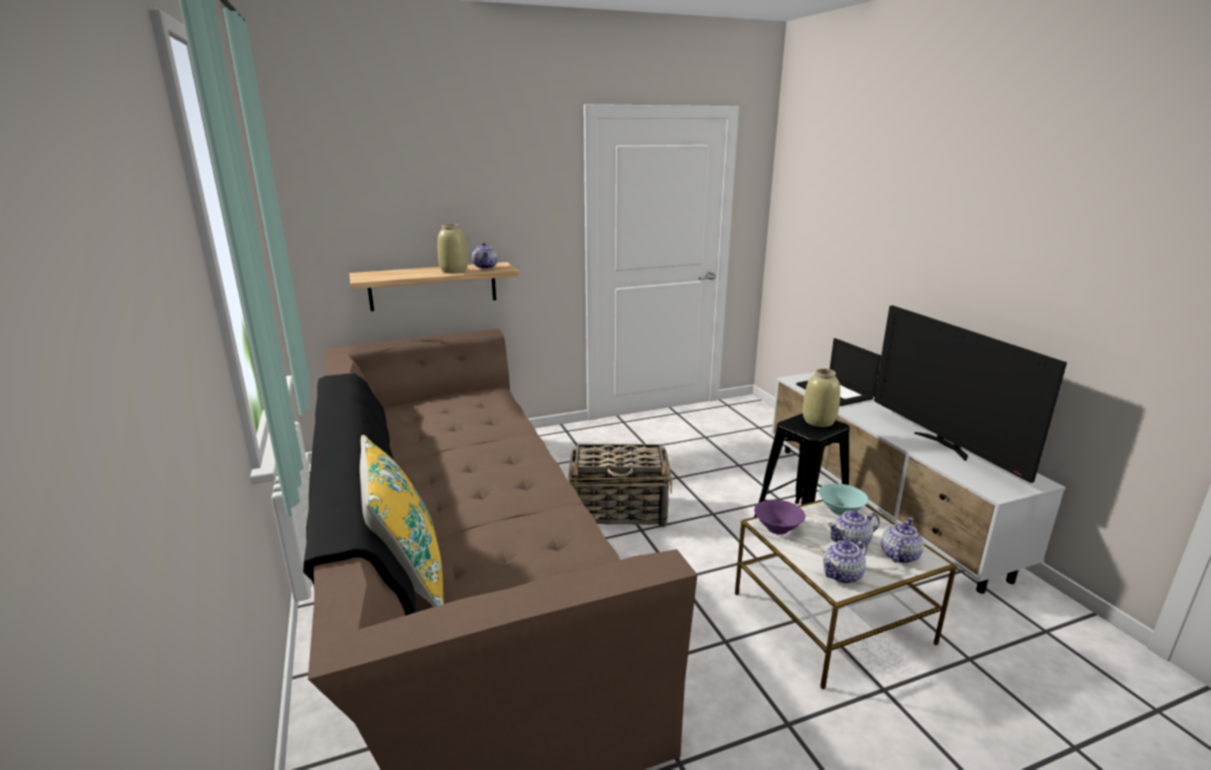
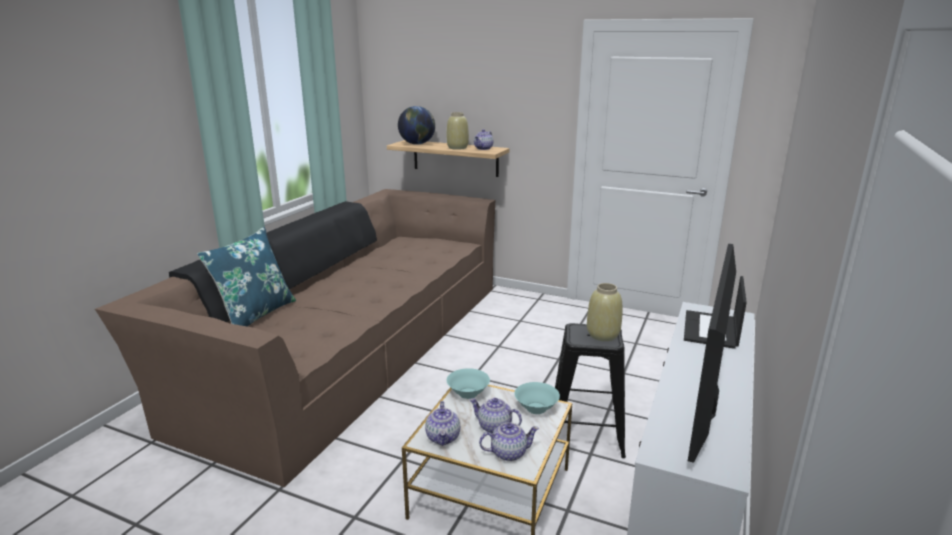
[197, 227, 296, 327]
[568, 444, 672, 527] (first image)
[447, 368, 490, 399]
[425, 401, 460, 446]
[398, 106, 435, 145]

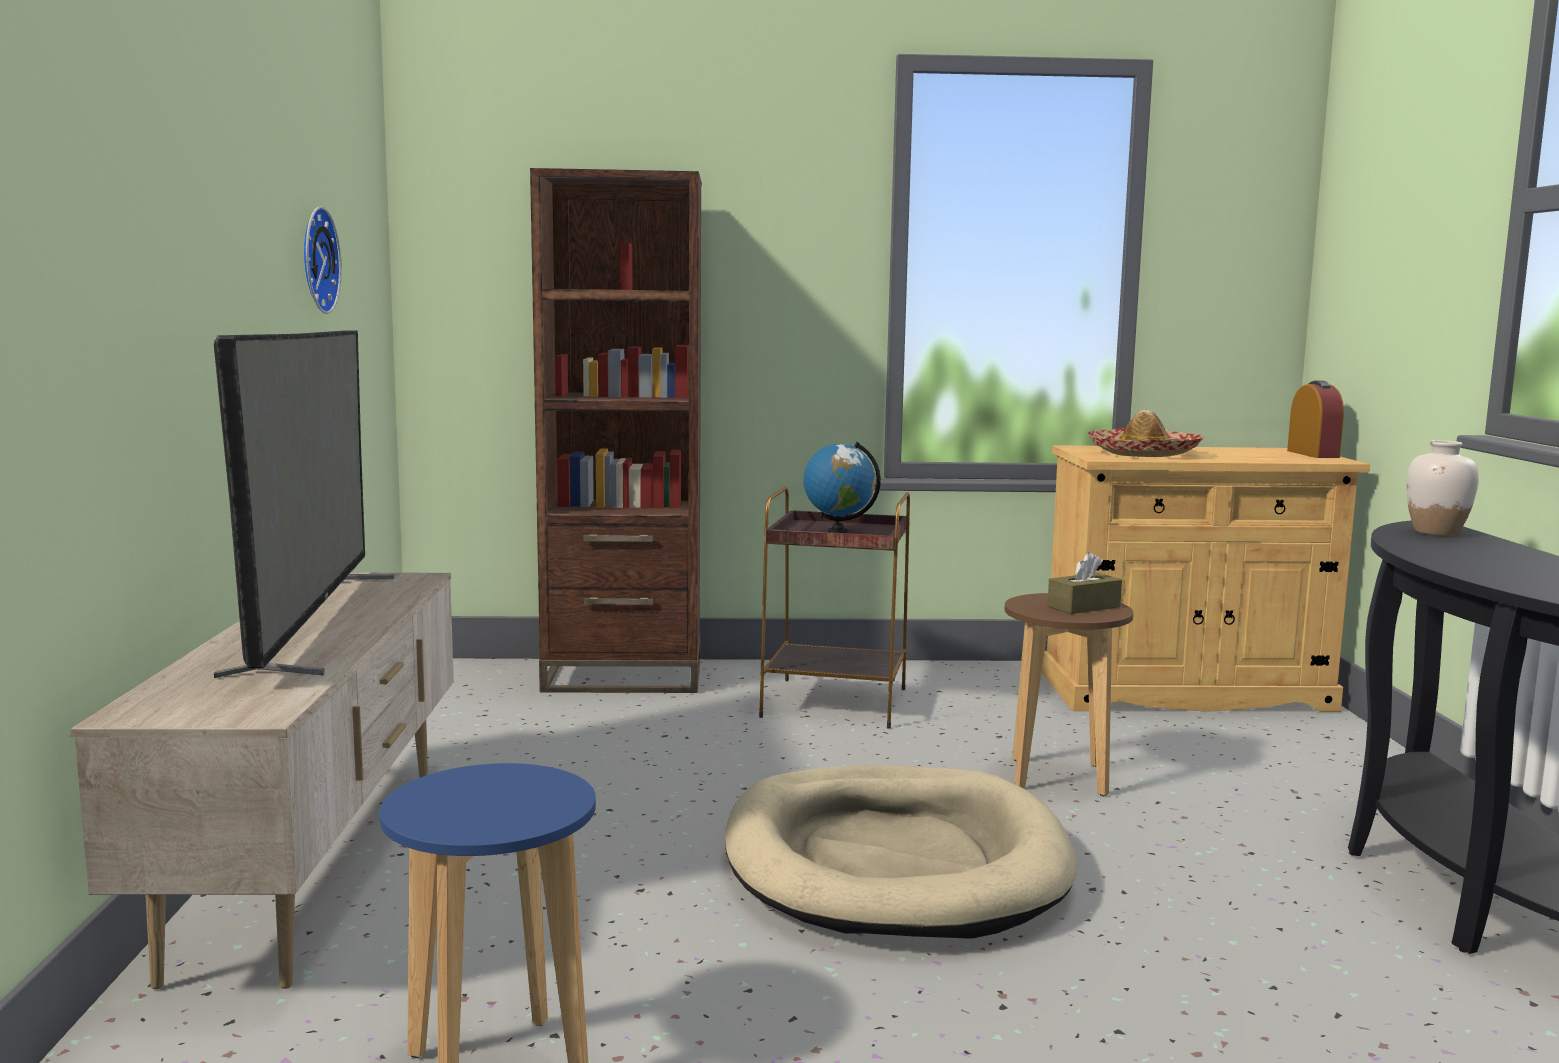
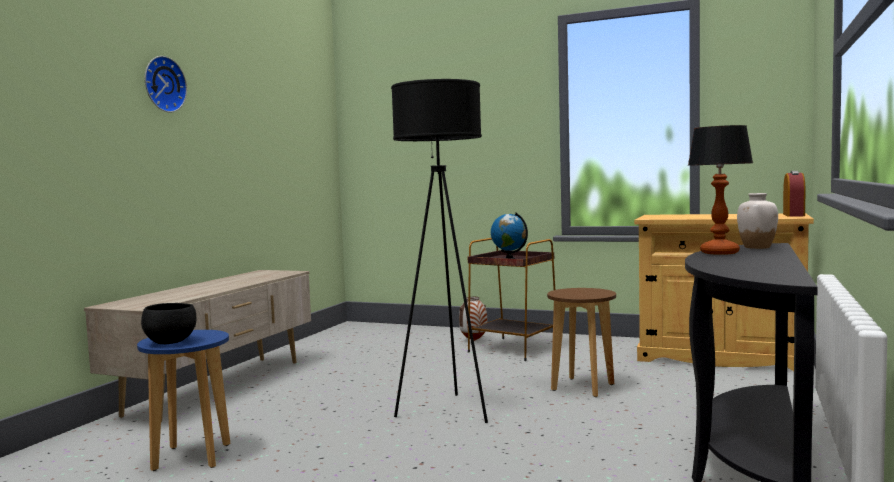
[530, 168, 702, 693] (first image)
[145, 56, 187, 112]
[214, 330, 394, 678] (first image)
[1087, 410, 1205, 457] (first image)
[1047, 552, 1122, 614] (first image)
[391, 79, 488, 423]
[688, 125, 753, 255]
[459, 297, 487, 341]
[141, 303, 196, 344]

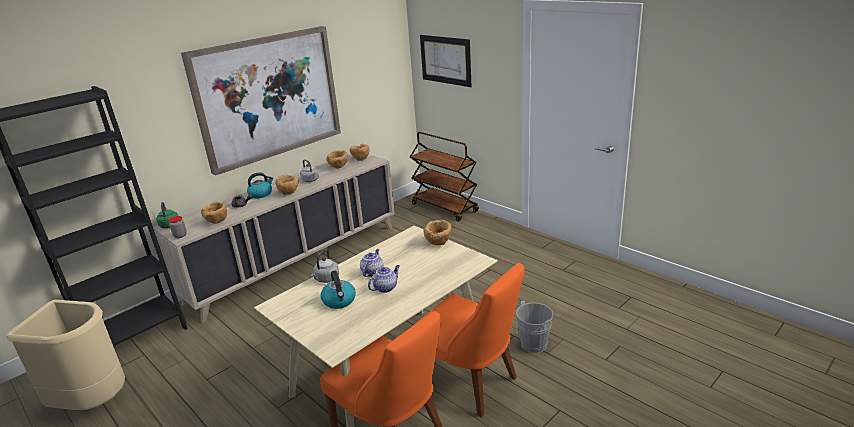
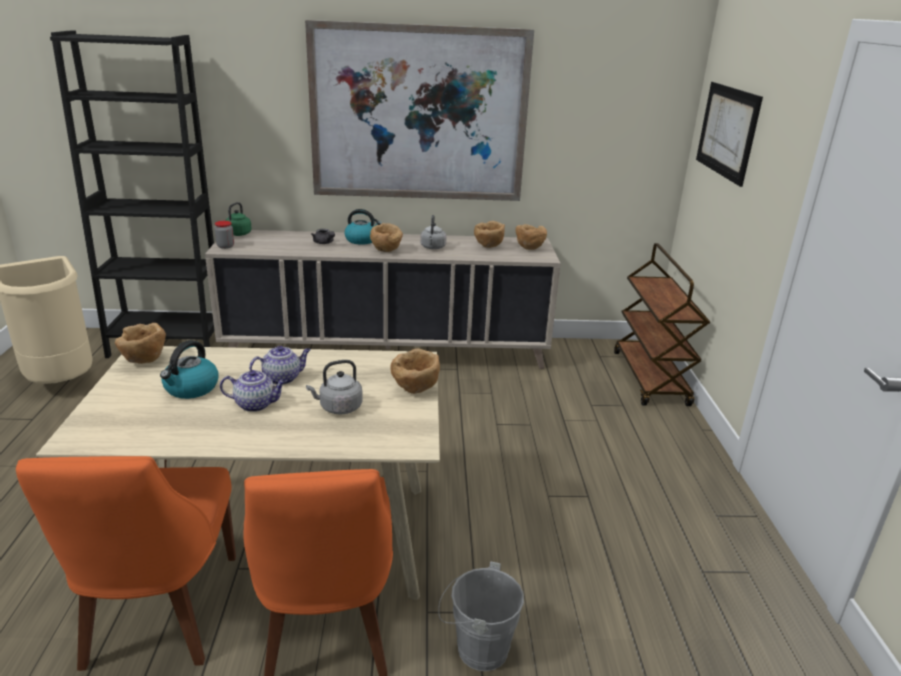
[115, 323, 166, 364]
[306, 360, 363, 415]

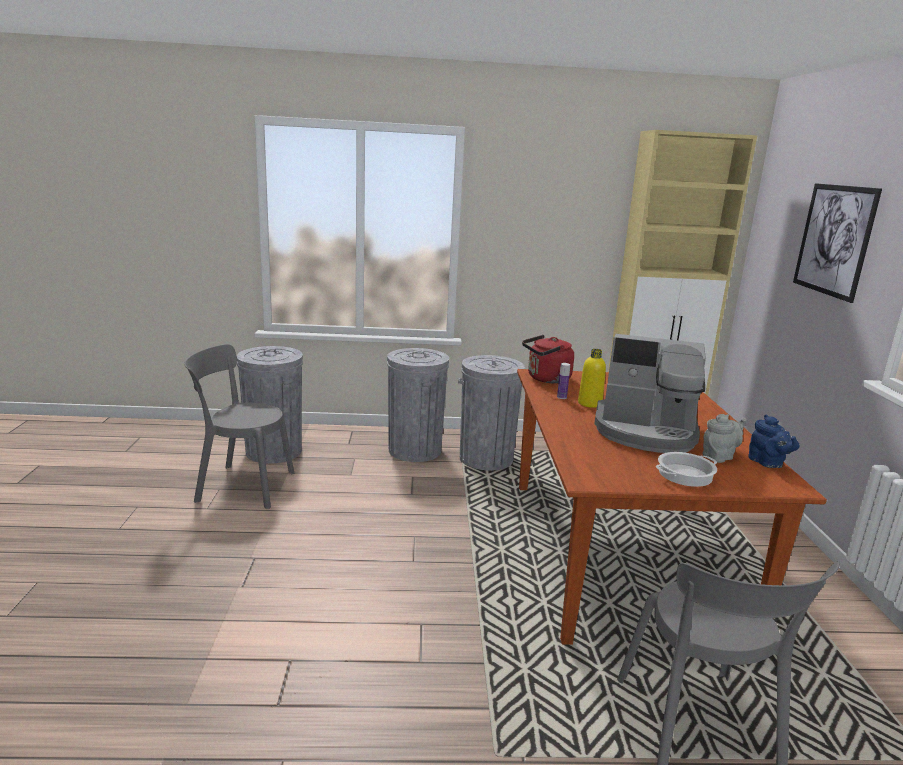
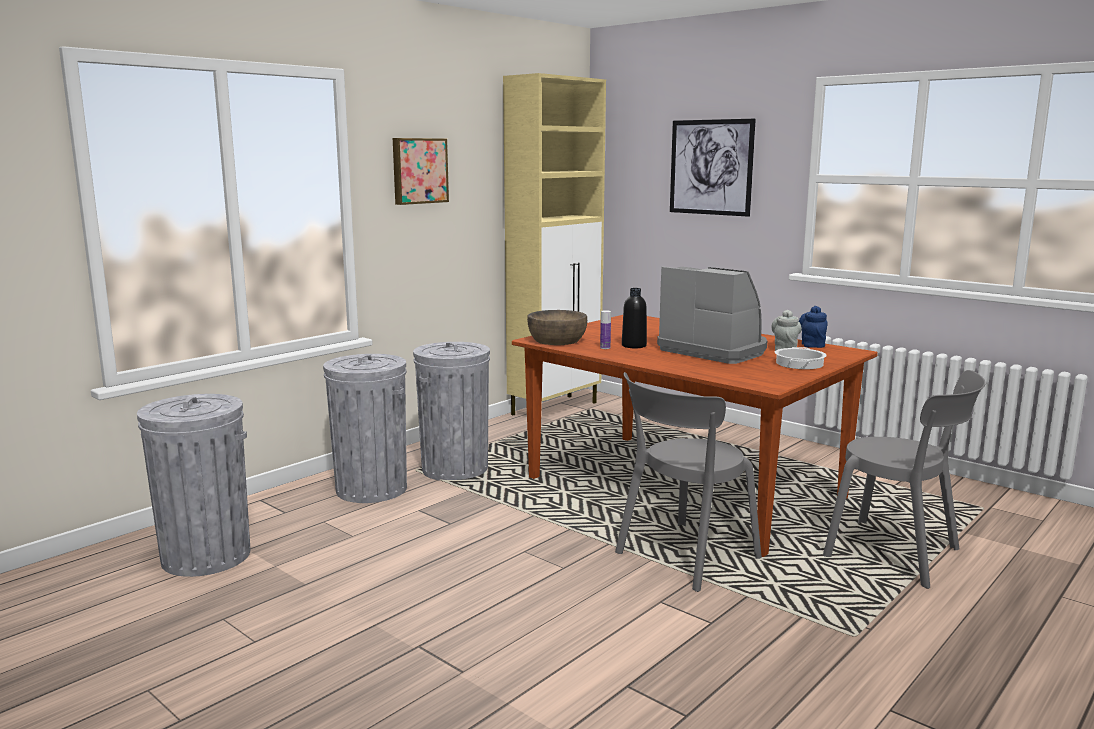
[657, 266, 768, 364]
[527, 310, 587, 345]
[615, 372, 762, 592]
[622, 288, 647, 348]
[799, 306, 828, 348]
[393, 138, 449, 205]

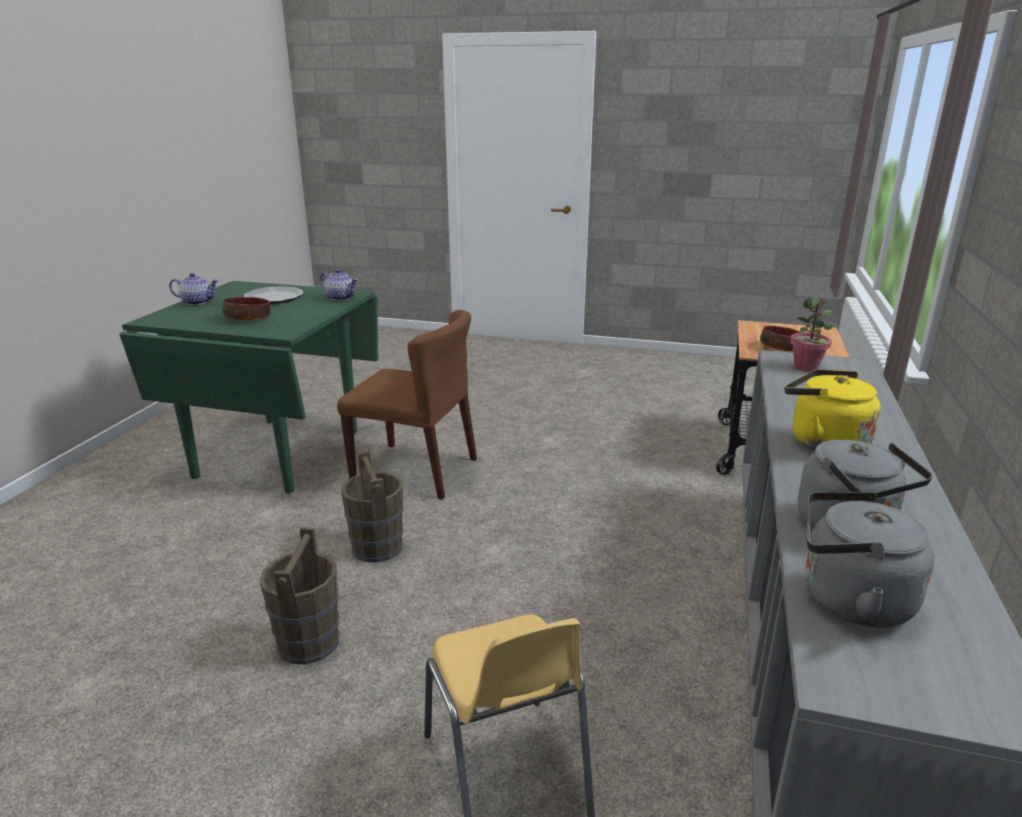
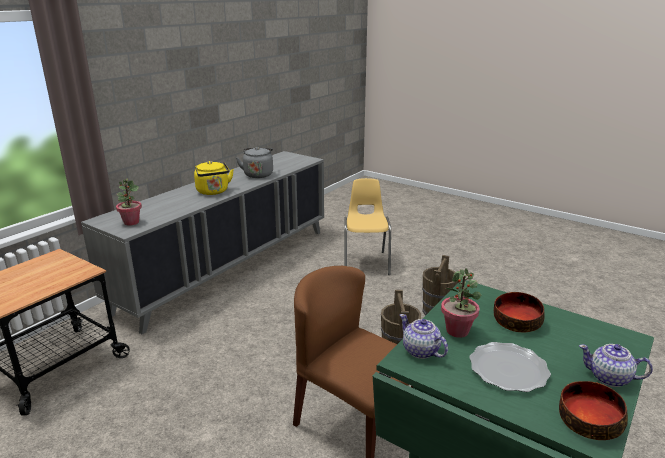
[559, 381, 628, 440]
[805, 492, 934, 628] (first image)
[441, 268, 481, 338]

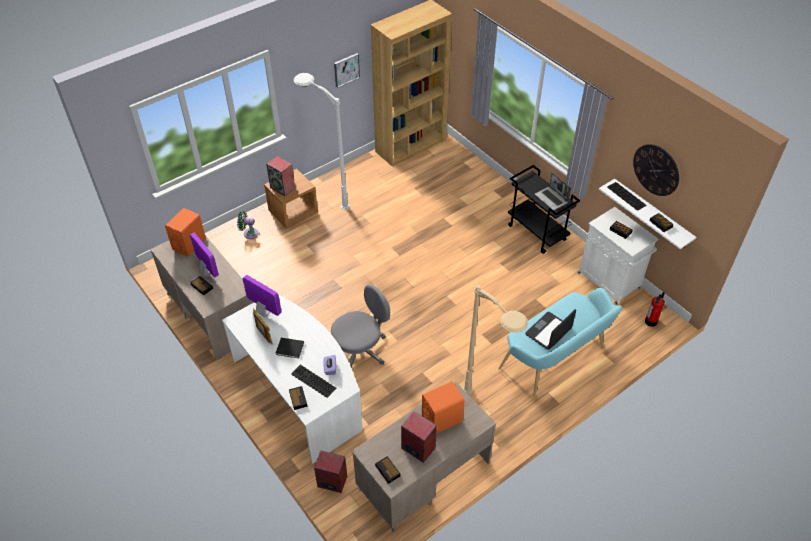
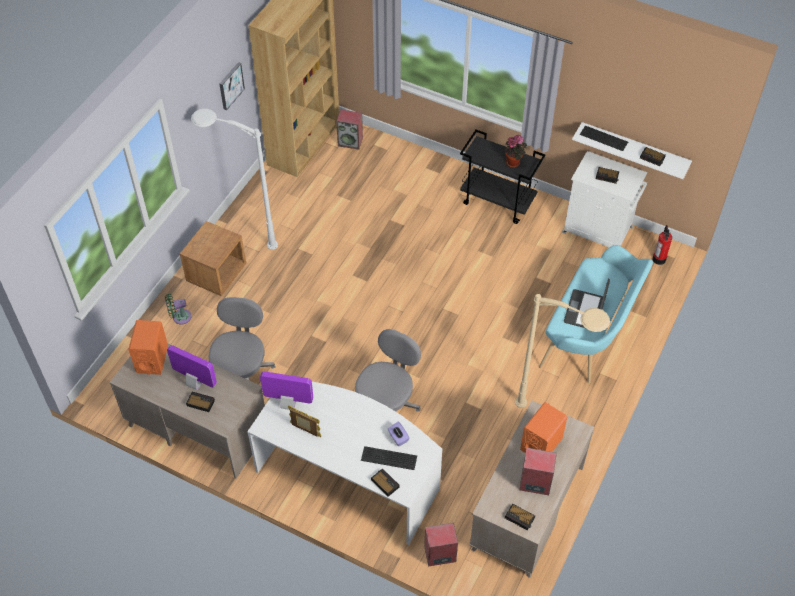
[633, 144, 679, 196] (first image)
[336, 109, 363, 150]
[505, 135, 527, 168]
[276, 338, 304, 358] (first image)
[209, 297, 276, 381]

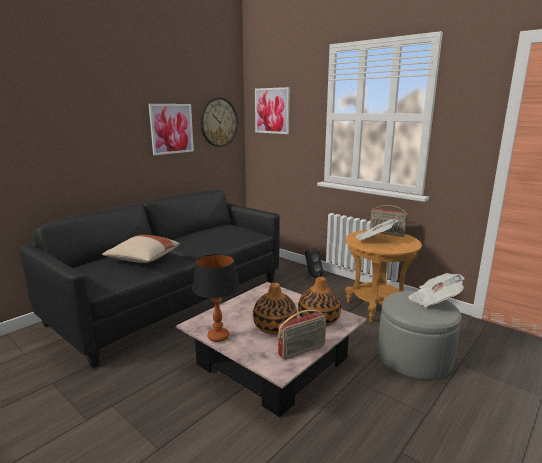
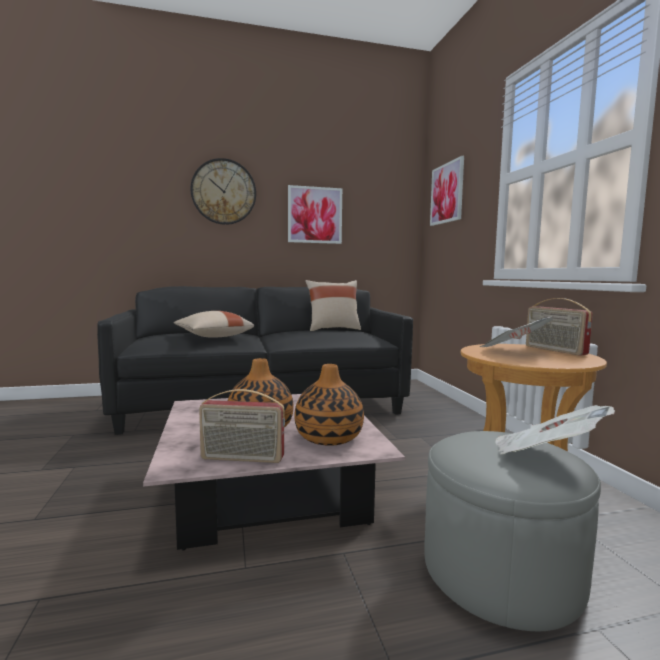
[191, 158, 256, 225]
[305, 247, 323, 278] (first image)
[192, 254, 240, 342] (first image)
[305, 280, 361, 331]

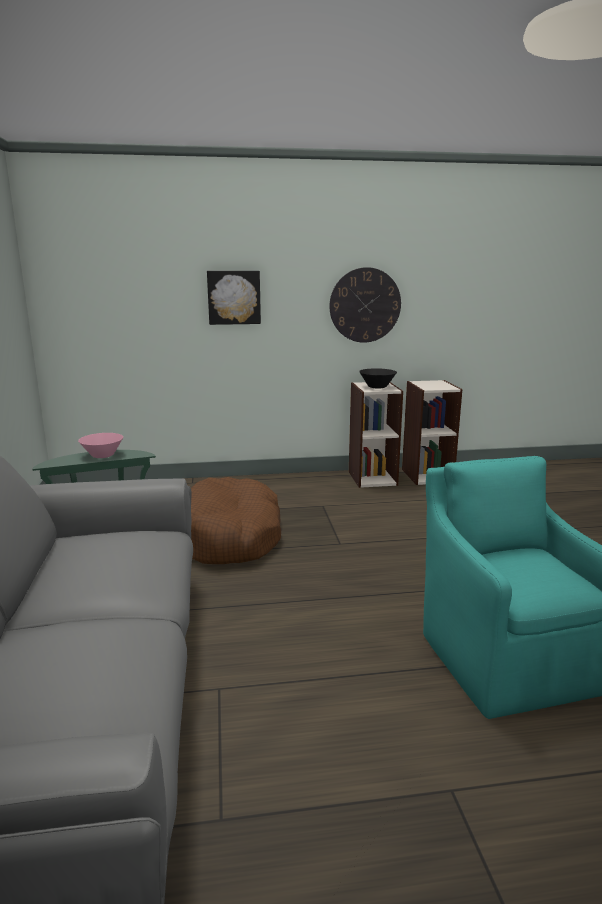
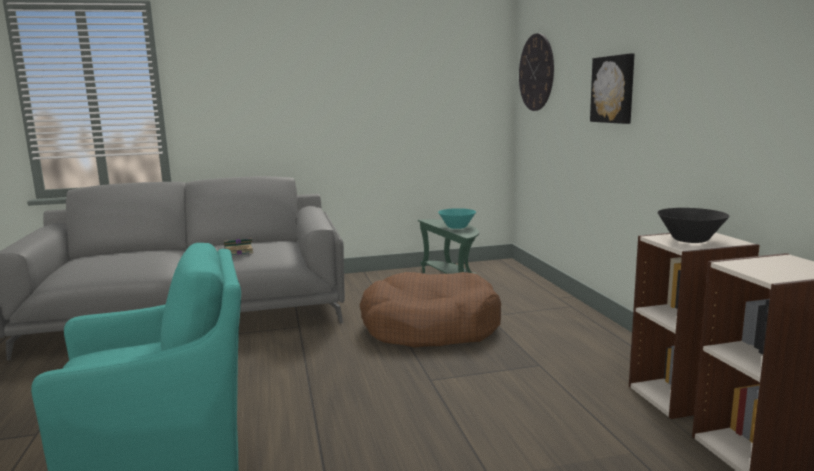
[519, 33, 554, 111]
[438, 208, 476, 229]
[224, 238, 253, 255]

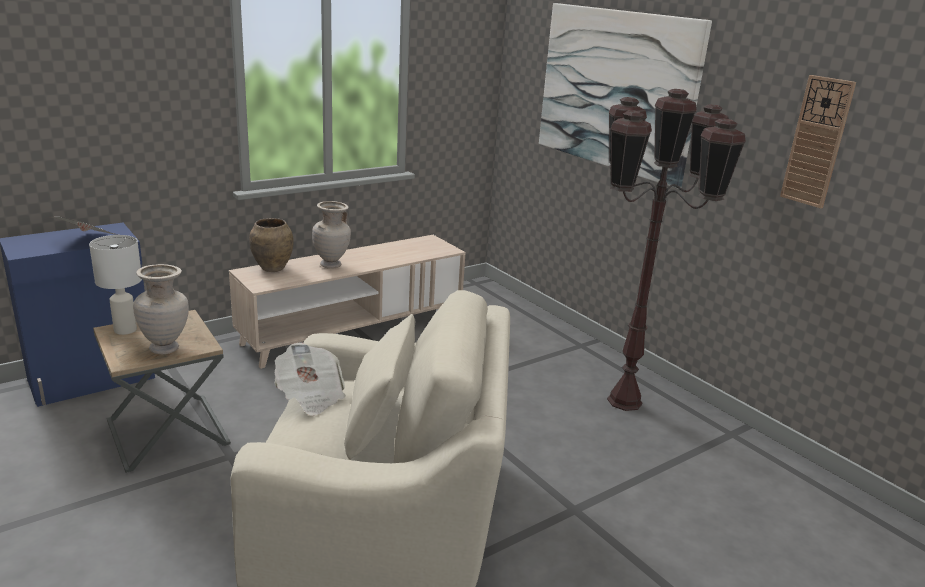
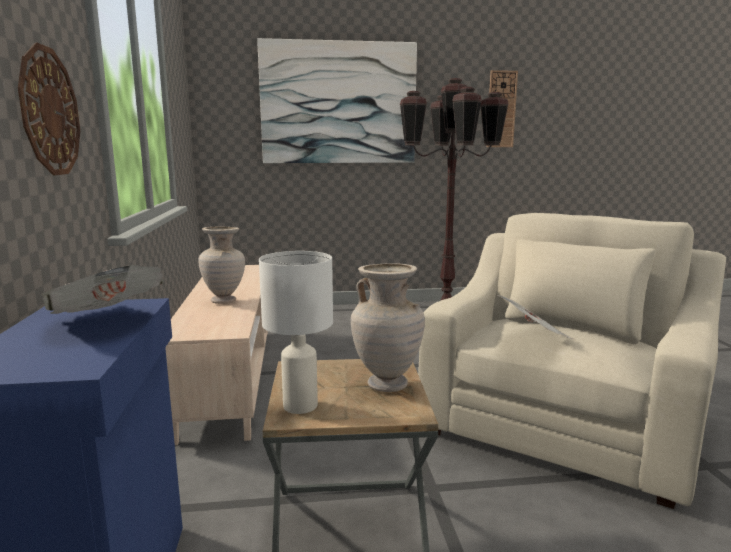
[249, 218, 294, 272] (first image)
[18, 42, 80, 175]

